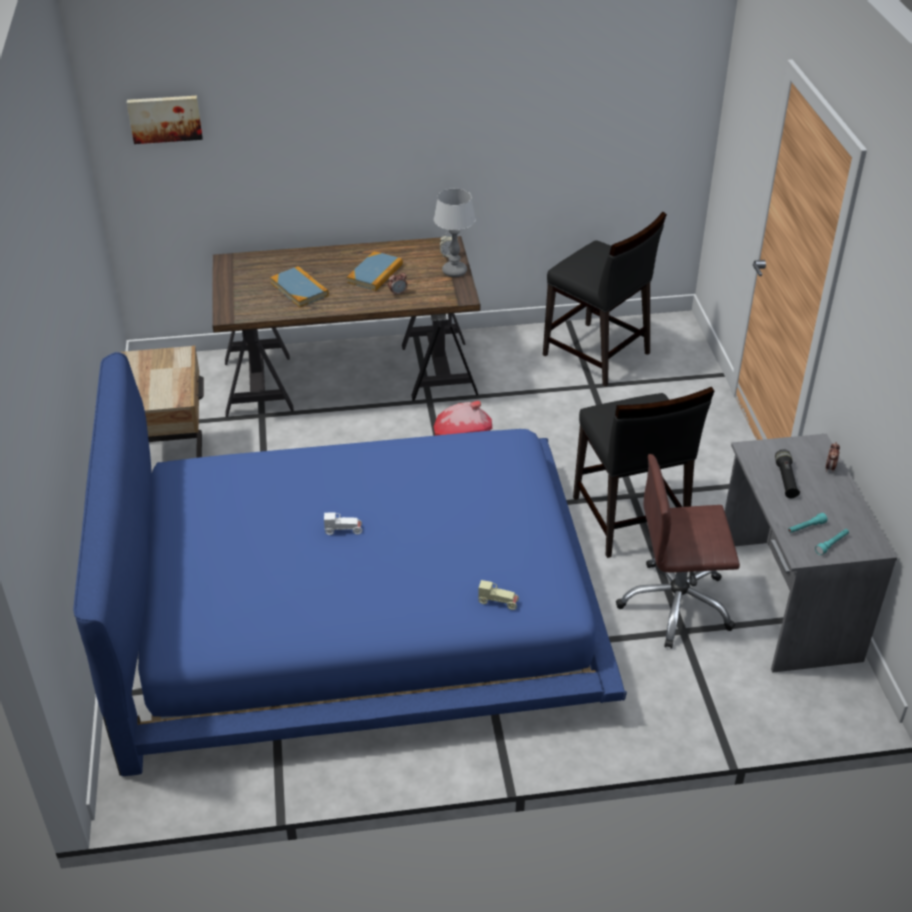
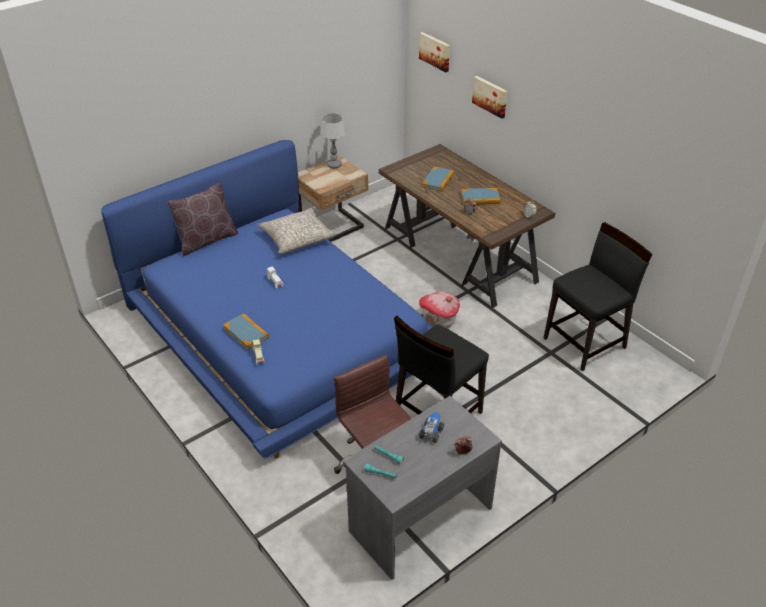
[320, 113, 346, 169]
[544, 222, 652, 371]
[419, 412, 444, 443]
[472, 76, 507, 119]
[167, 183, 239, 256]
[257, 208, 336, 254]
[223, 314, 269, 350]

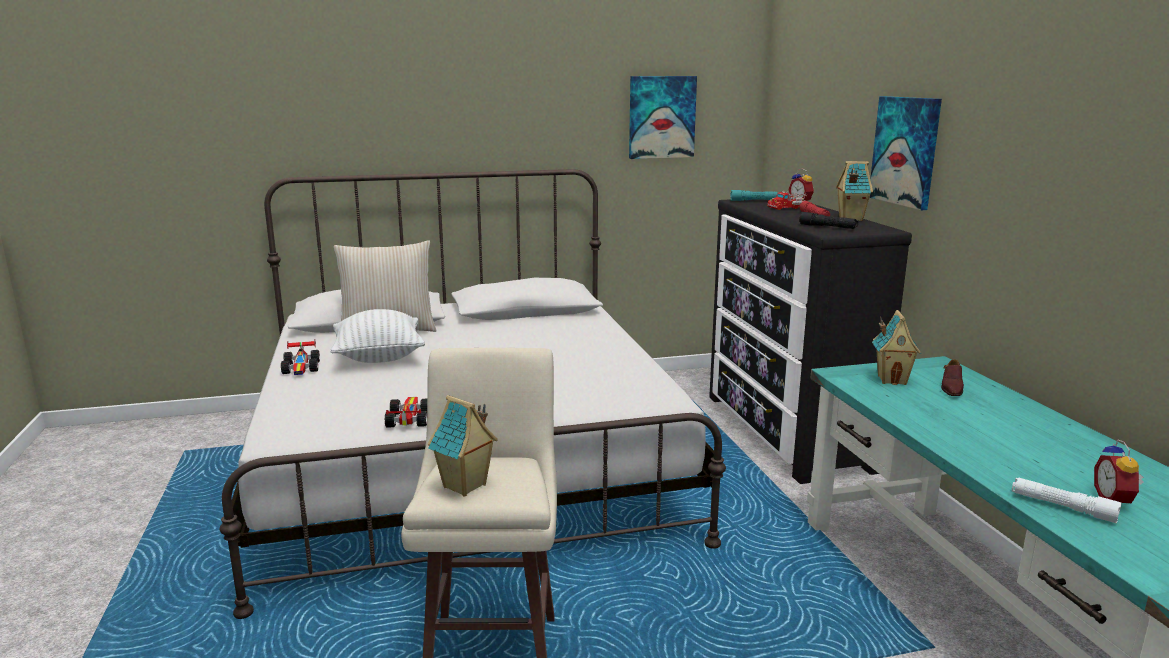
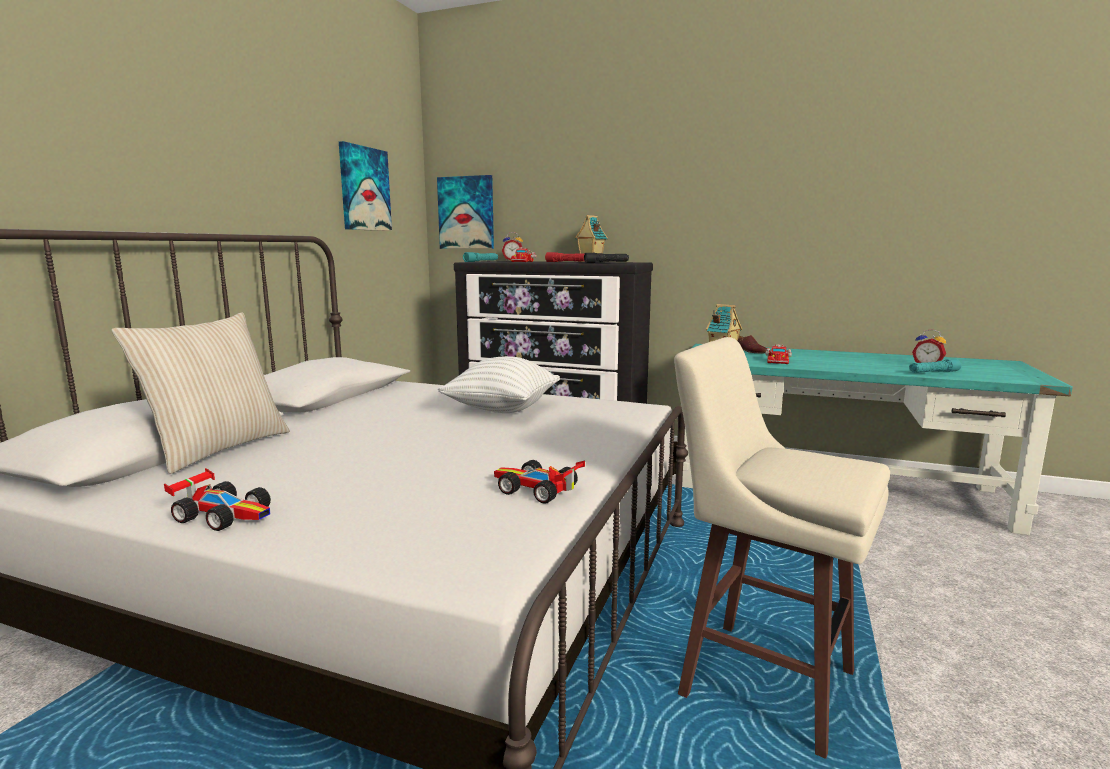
[437, 175, 494, 249]
[438, 356, 560, 413]
[427, 395, 498, 497] (first image)
[909, 359, 961, 373]
[765, 344, 792, 364]

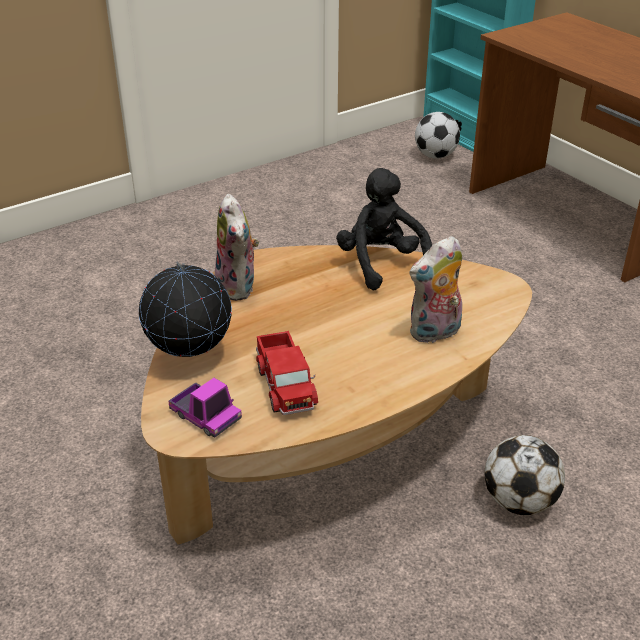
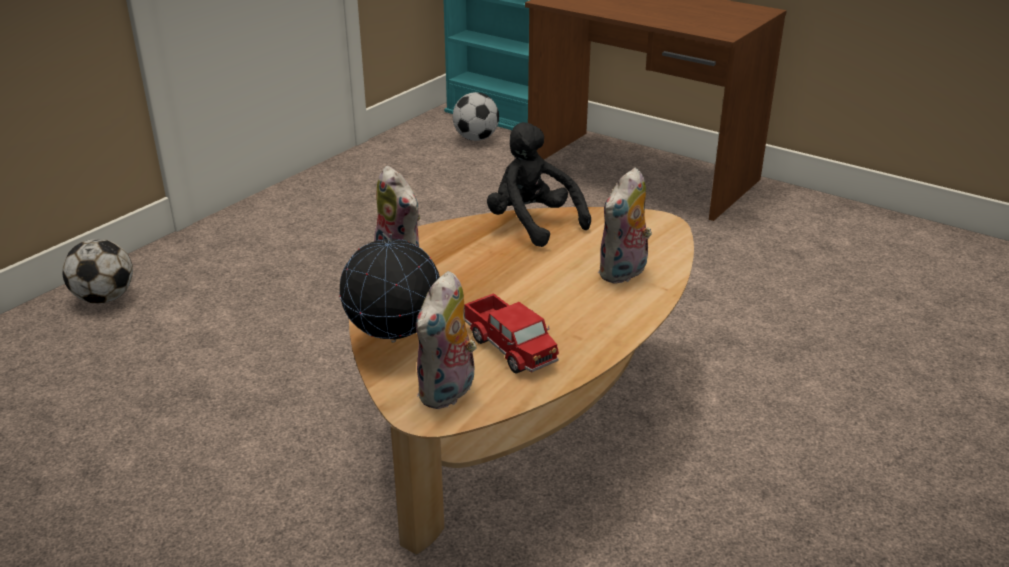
[416, 271, 477, 409]
[62, 239, 133, 304]

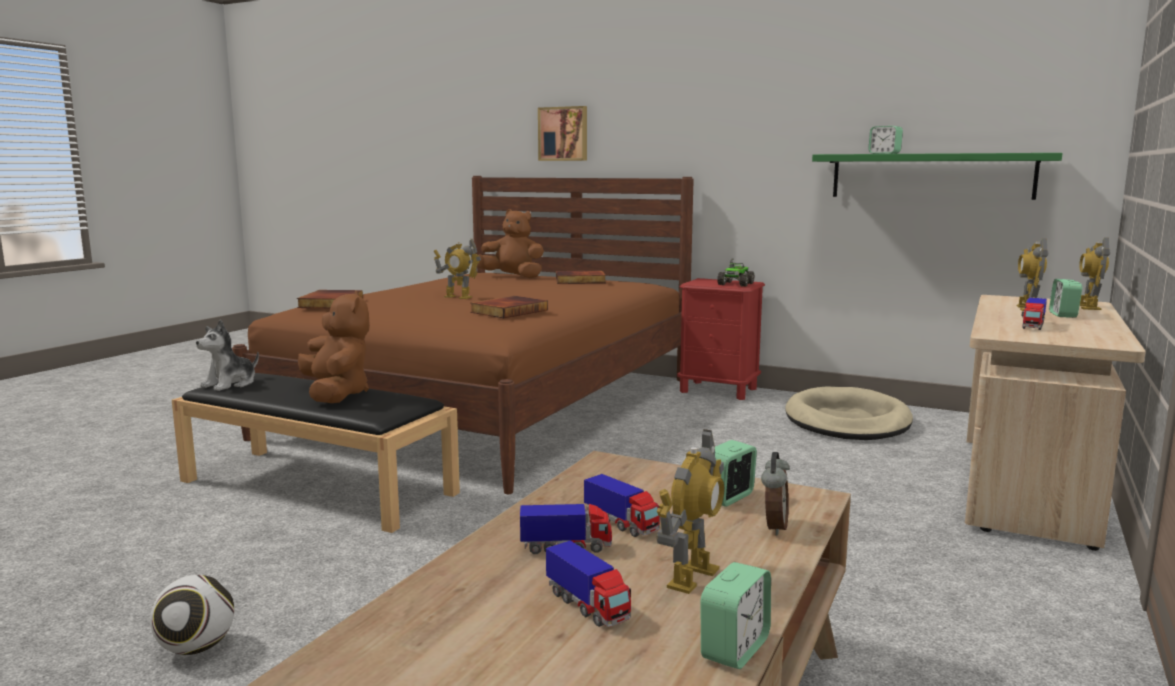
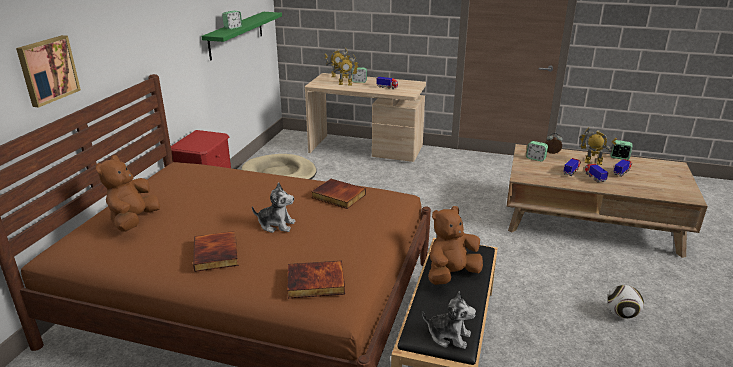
[252, 182, 296, 233]
[717, 258, 754, 287] (first image)
[193, 231, 239, 272]

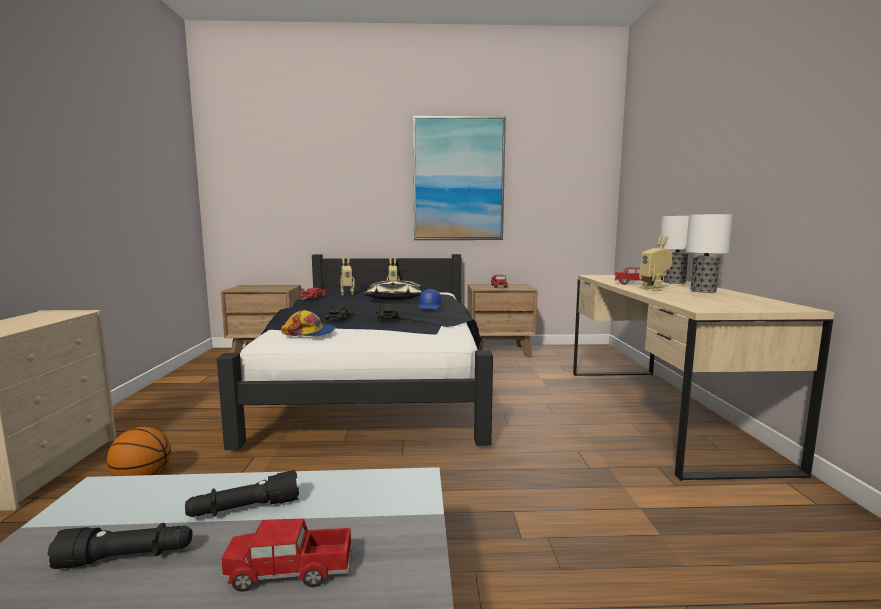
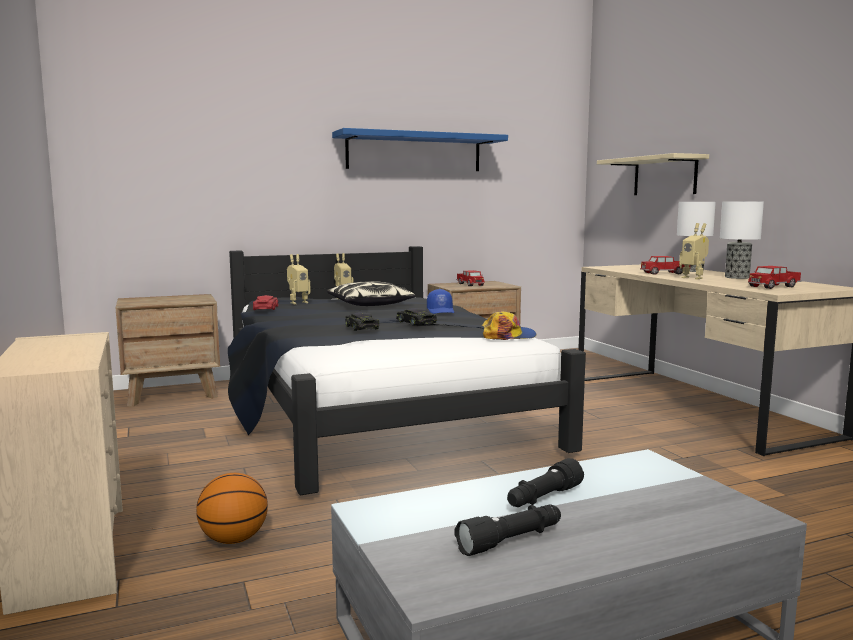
[332, 128, 508, 171]
[482, 311, 536, 340]
[748, 266, 801, 289]
[597, 153, 709, 195]

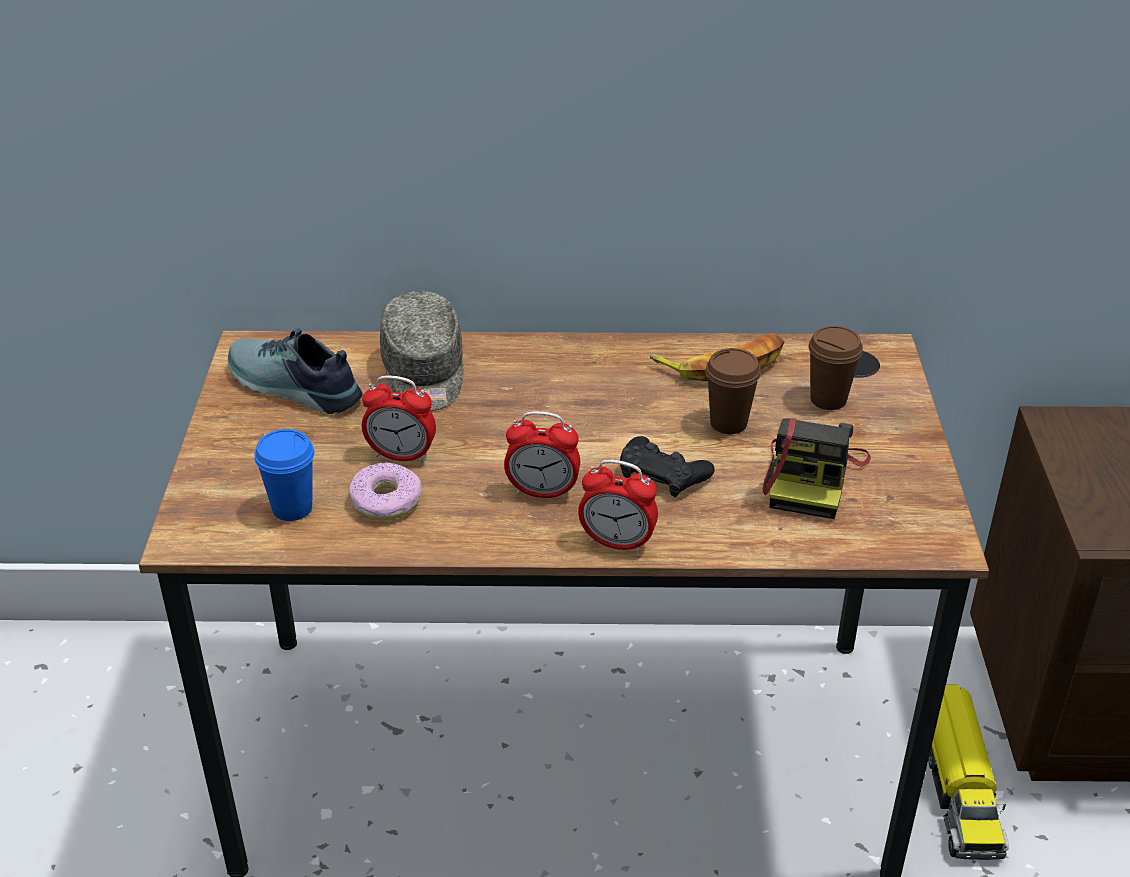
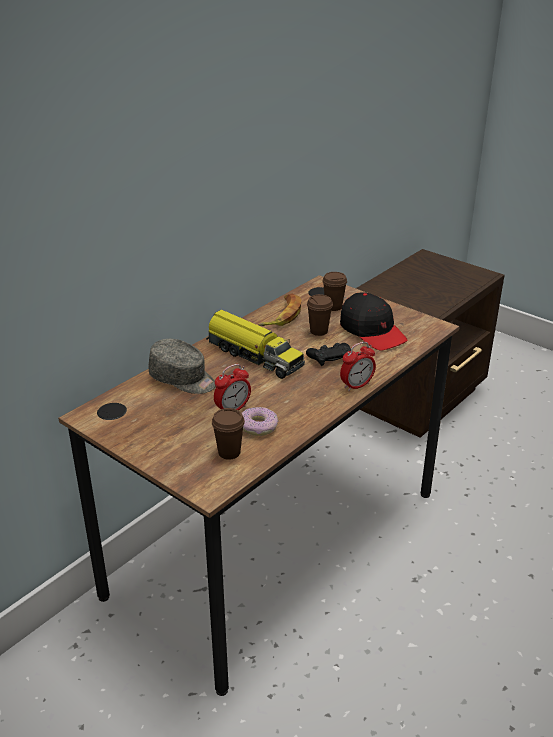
[228, 328, 363, 414] (first image)
[504, 411, 580, 499] (first image)
[340, 292, 408, 351]
[212, 408, 245, 460]
[206, 310, 305, 379]

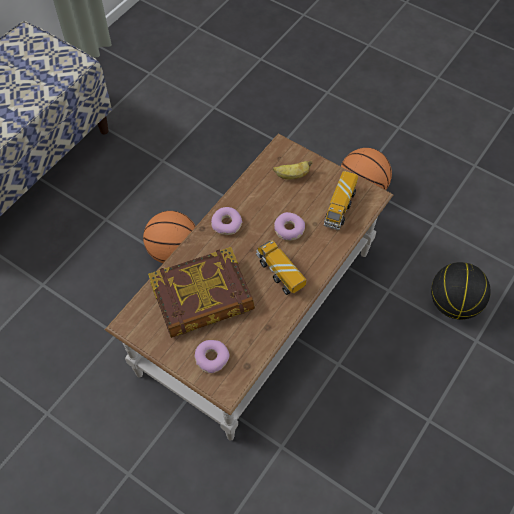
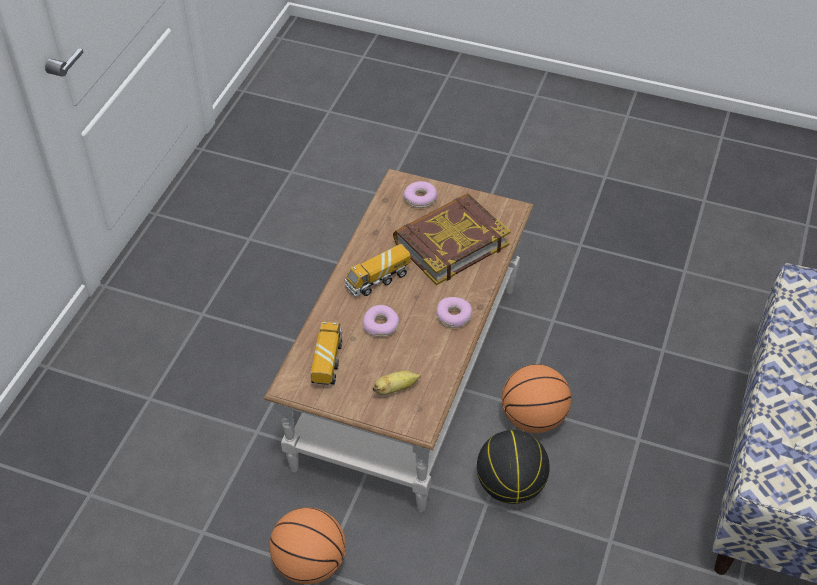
[345, 244, 411, 297]
[477, 430, 550, 504]

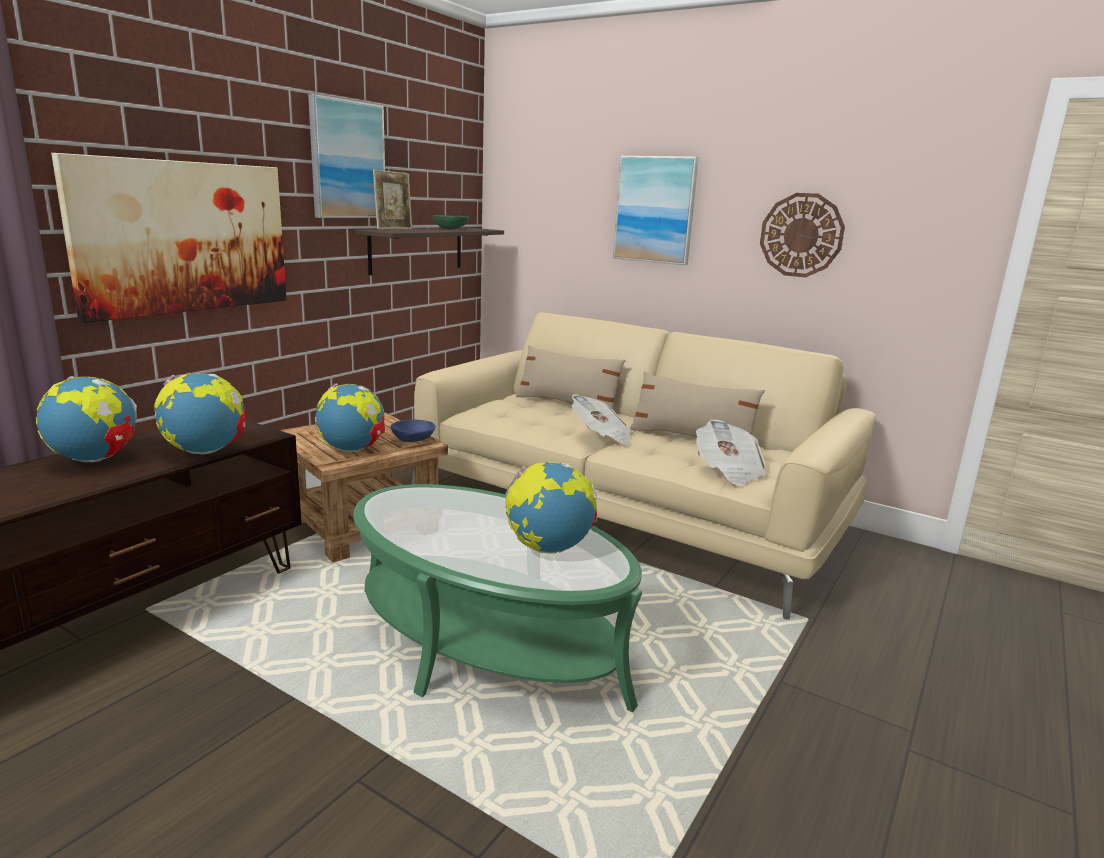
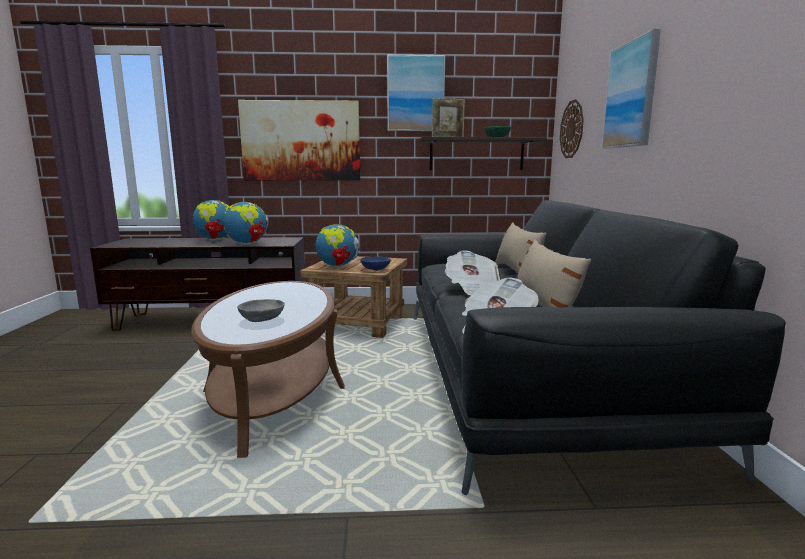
[560, 99, 584, 158]
[414, 200, 786, 495]
[237, 299, 285, 322]
[191, 281, 345, 458]

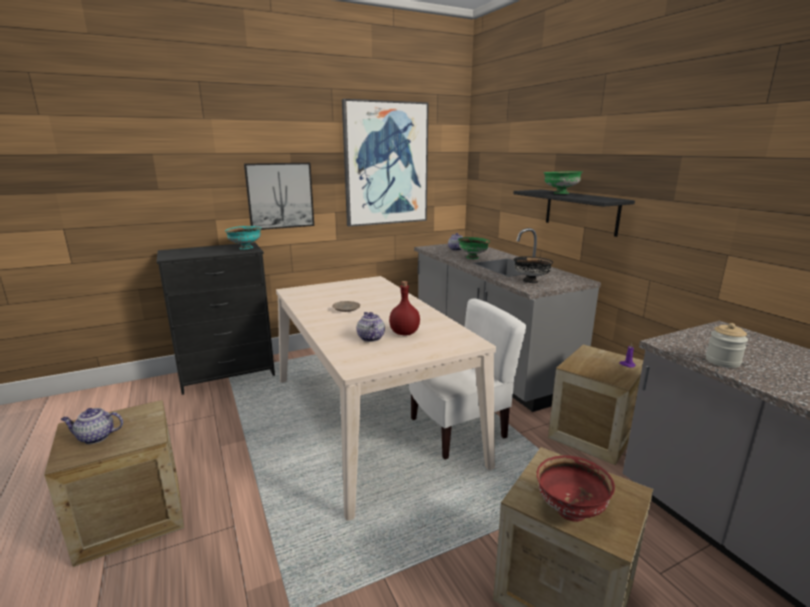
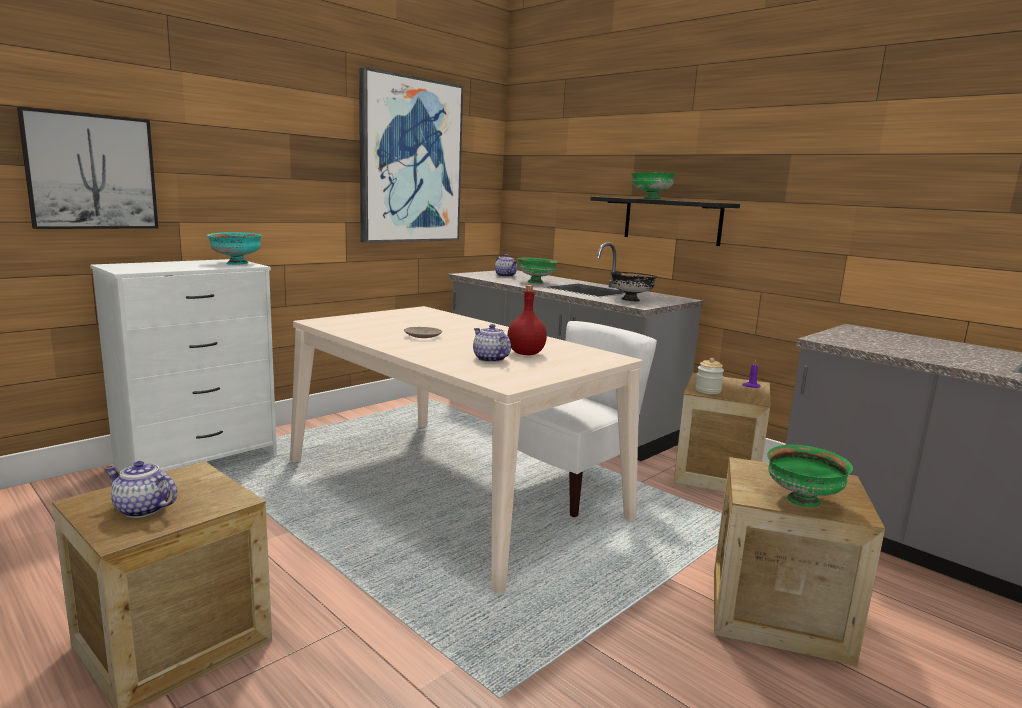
[17, 107, 158, 229]
[90, 259, 277, 472]
[695, 358, 724, 394]
[105, 461, 177, 518]
[767, 445, 853, 507]

